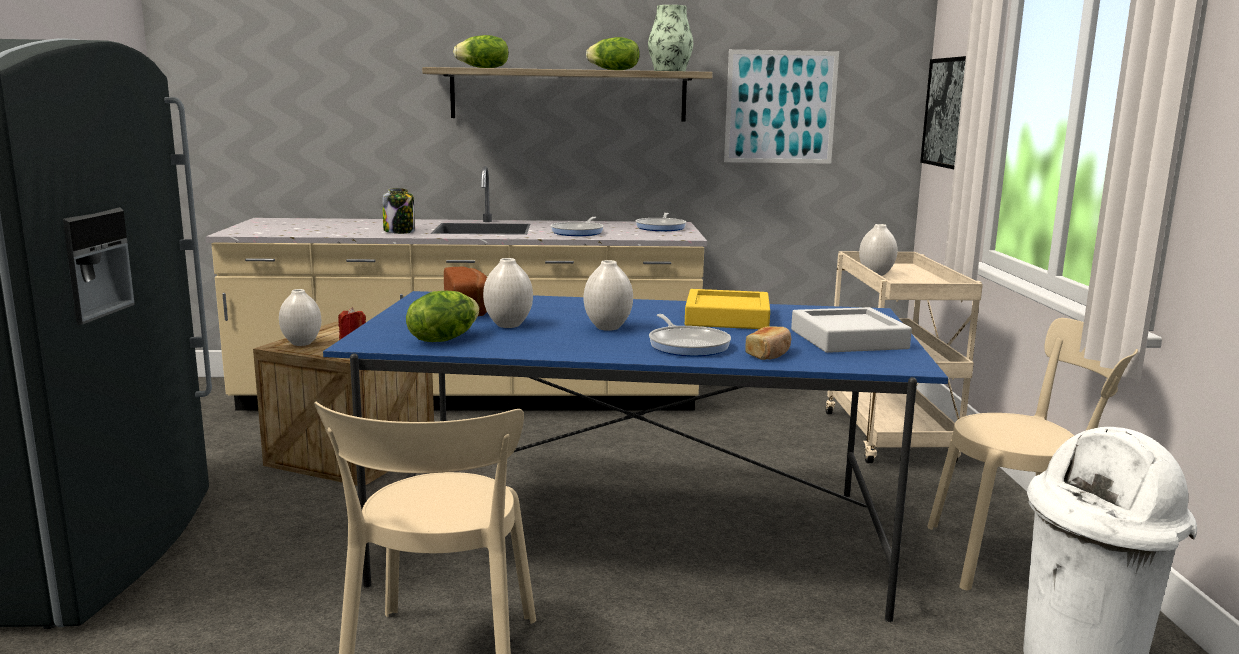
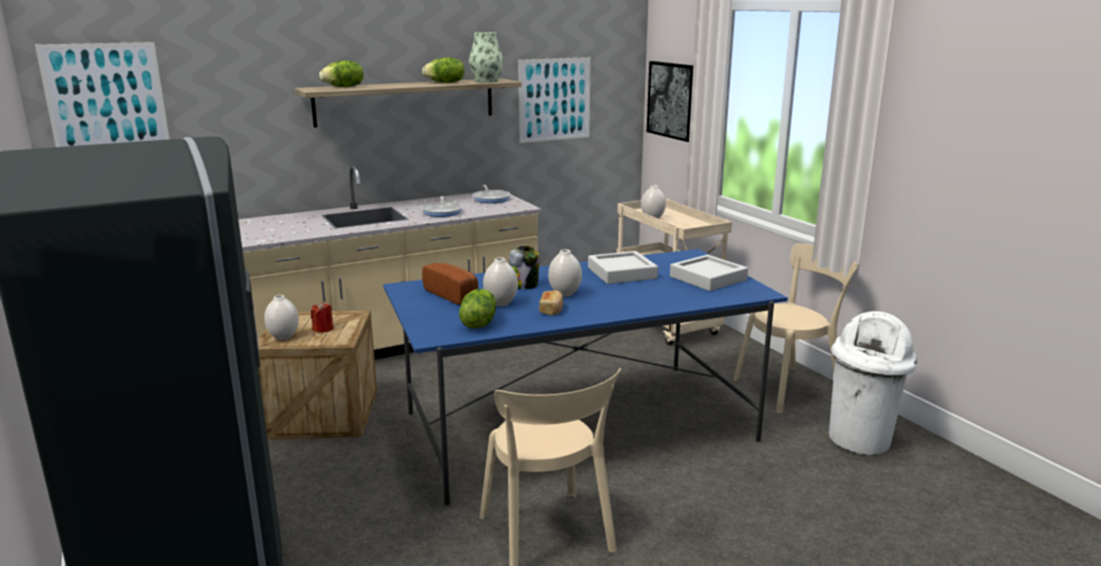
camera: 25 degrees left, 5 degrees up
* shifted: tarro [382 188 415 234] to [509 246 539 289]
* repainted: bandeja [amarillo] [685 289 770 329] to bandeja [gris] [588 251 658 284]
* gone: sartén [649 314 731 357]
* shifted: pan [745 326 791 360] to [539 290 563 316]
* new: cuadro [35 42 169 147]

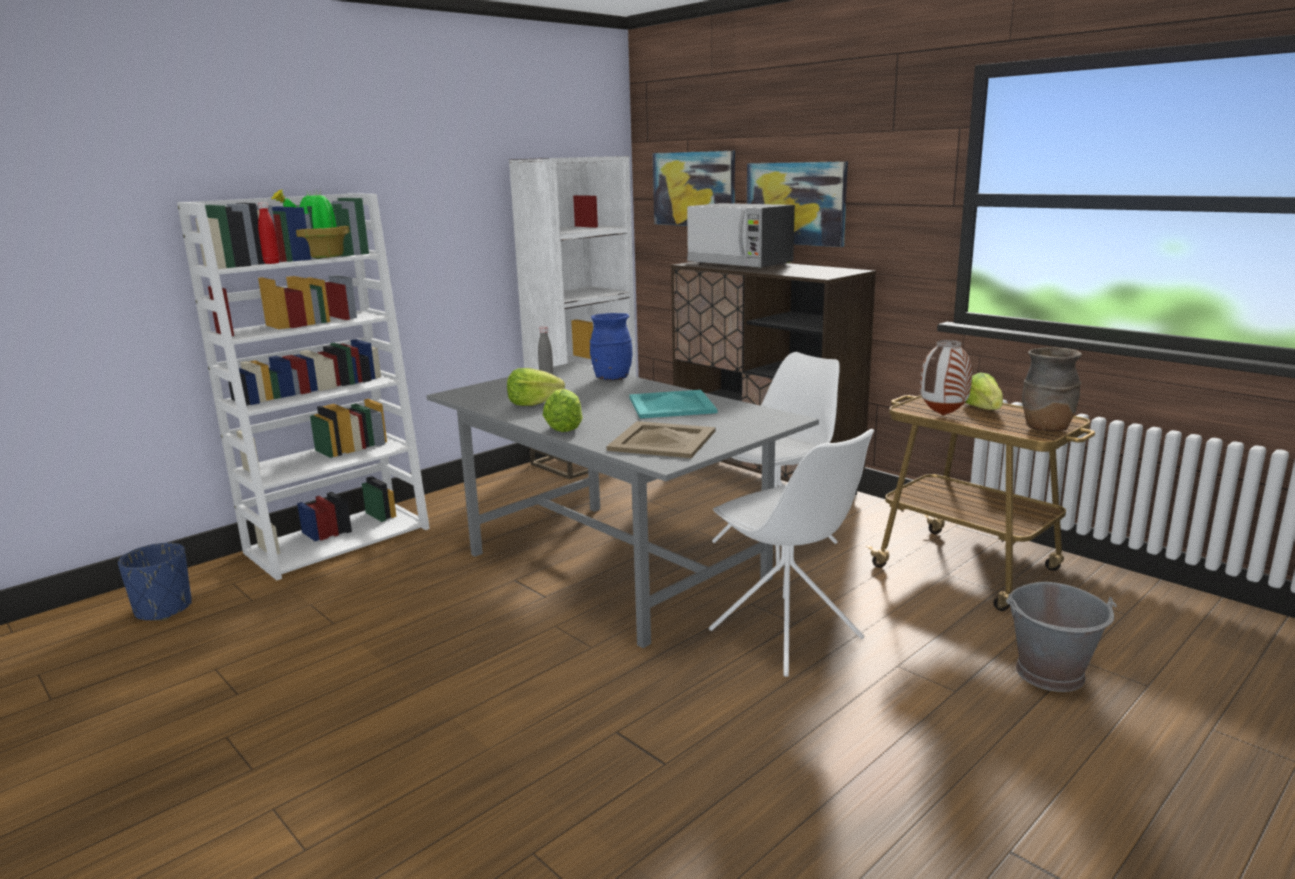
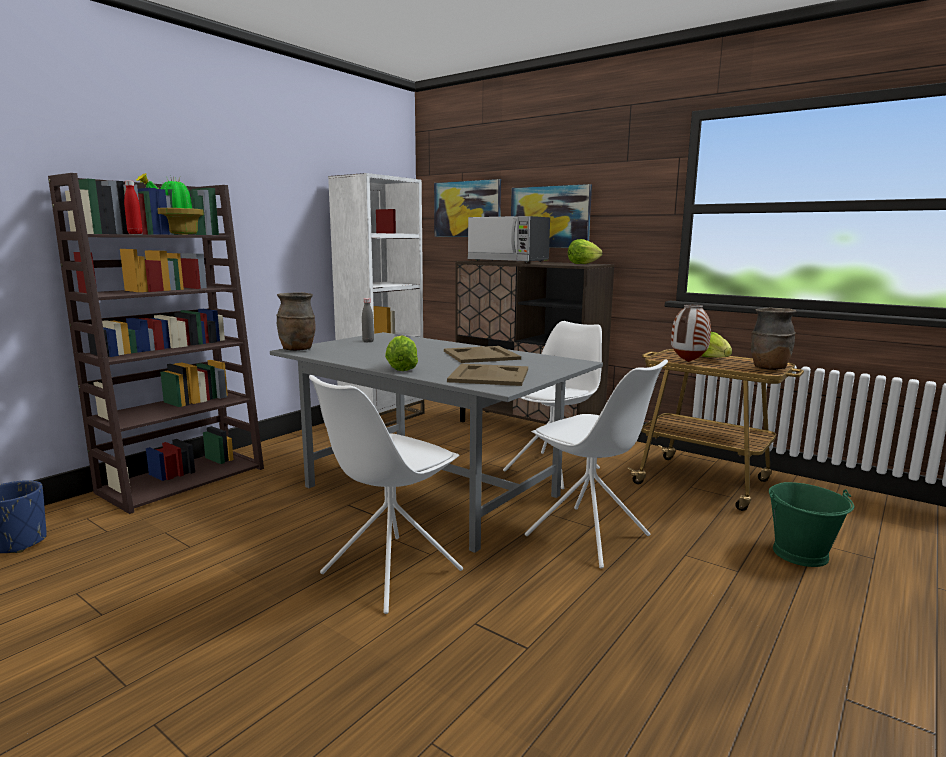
camera: 10 degrees left, 5 degrees down
* repainted: estantería [blanco] [177 193 430 580] to estantería [marrón] [48 173 264 514]
* gone: florero [azul] [590 313 632 380]
* shifted: lechuga [507 368 565 406] to [568 239 603 264]
* repainted: bandeja [turquesa] [629 390 717 419] to bandeja [beis] [444 346 521 363]
* repainted: cubo [gris] [1006 582 1117 692] to cubo [verde] [769 482 854 567]
* new: florero [marrón] [276 292 315 351]
* new: silla [blanco] [309 375 463 614]

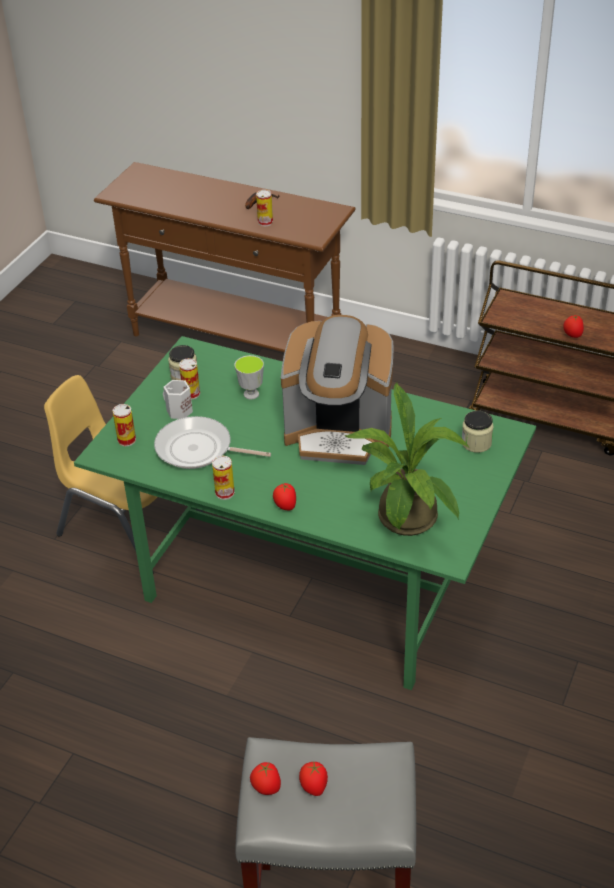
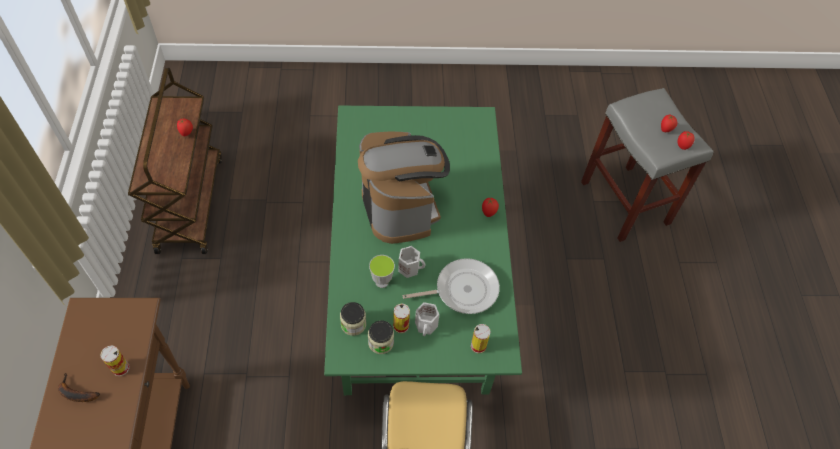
camera: 120 degrees left, 15 degrees up
* gone: planta en maceta [344 382 469 536]
* shifted: tarro [462 411 493 453] to [340 302 366 336]
* rotated: sartén [154 416 271 469] = [402 258 500 314] 90 degrees counterclockwise
* gone: lata [212 456 235 500]
* new: taza grande [blanco] [398 246 426 278]

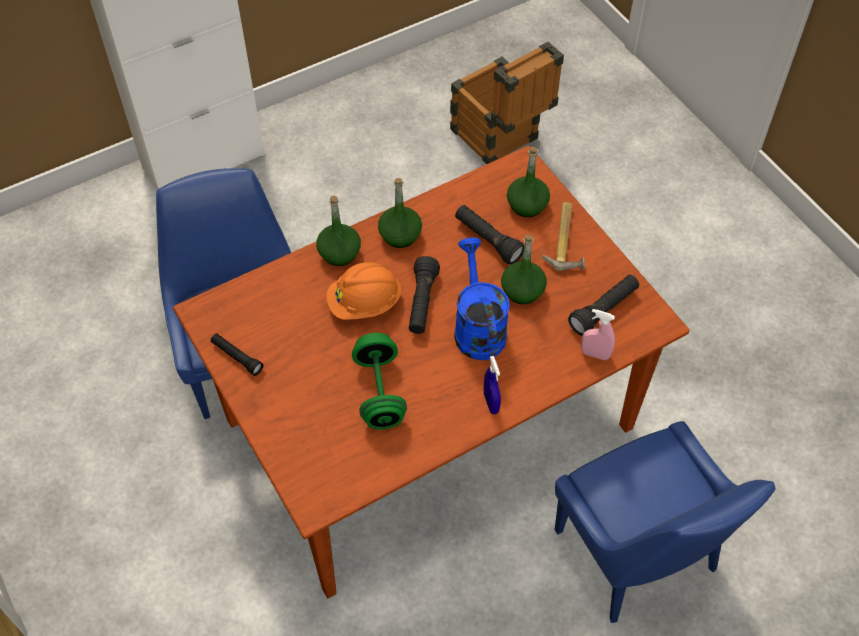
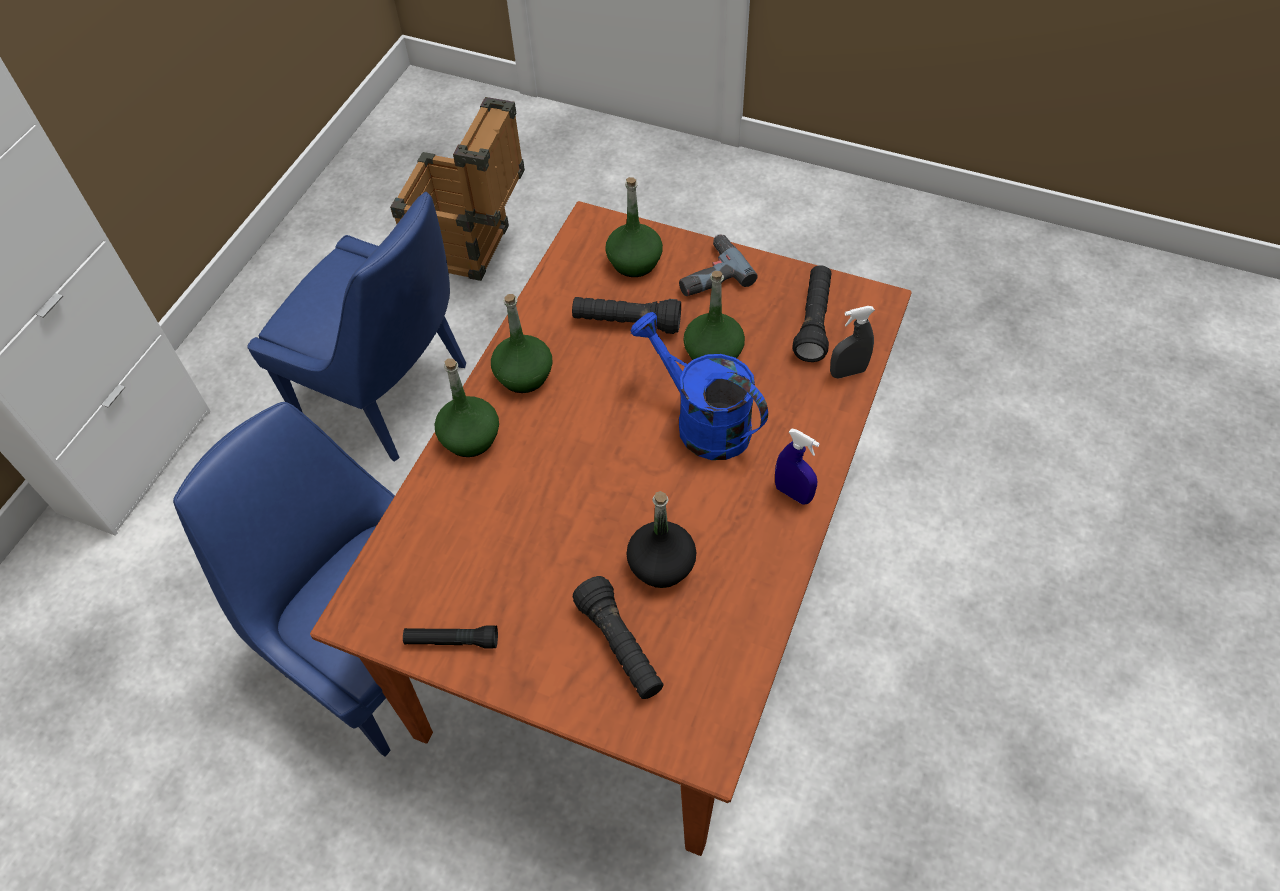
camera: 35 degrees left, 0 degrees up
* swapped: martillo [542 202 585 271] to taladro [679 234 758 296]
* shifted: linterna [negro] [409 256 440 334] to [573 576 664 699]
* gone: casco [naranja] [326 262 402 320]
* repainted: pulverizador [rosa] [581 309 615 360] to pulverizador [gris] [830 306 875 378]
* swapped: mancuerna [verde] [352 333 407 429] to botella [negro] [626 491 697 588]
* shifted: silla [azul] [555 421 775 623] to [247 192 466 462]

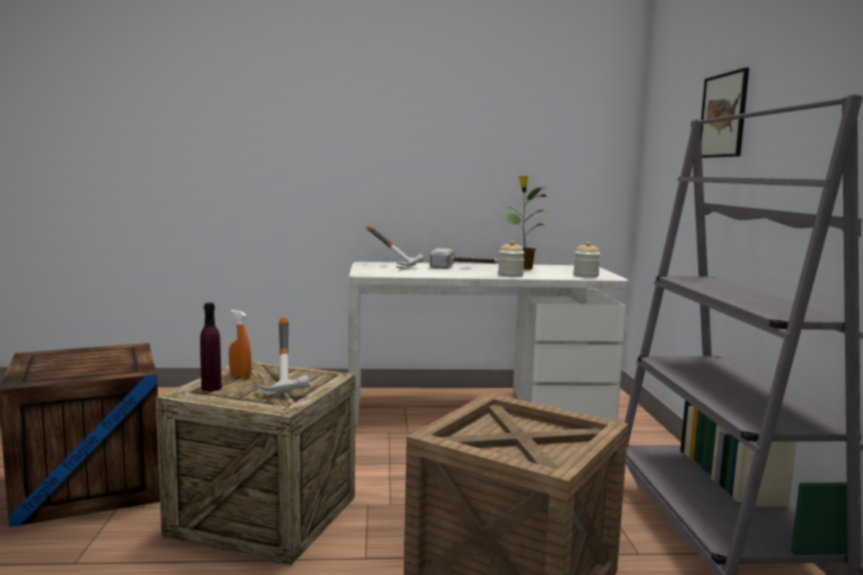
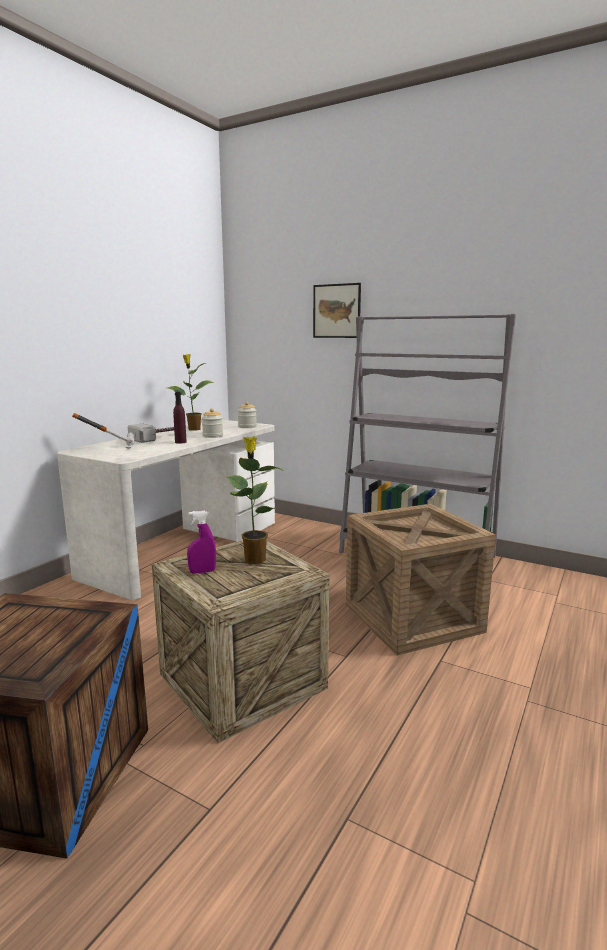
camera: 55 degrees left, 5 degrees up
* shifted: botella [morado] [200 303 222 391] to [173 392 187 444]
* repainted: pulverizador [naranja] [229 310 251 379] to pulverizador [morado] [187 511 216 574]
* swapped: martillo [255 317 310 395] to planta en maceta [227 437 284 564]

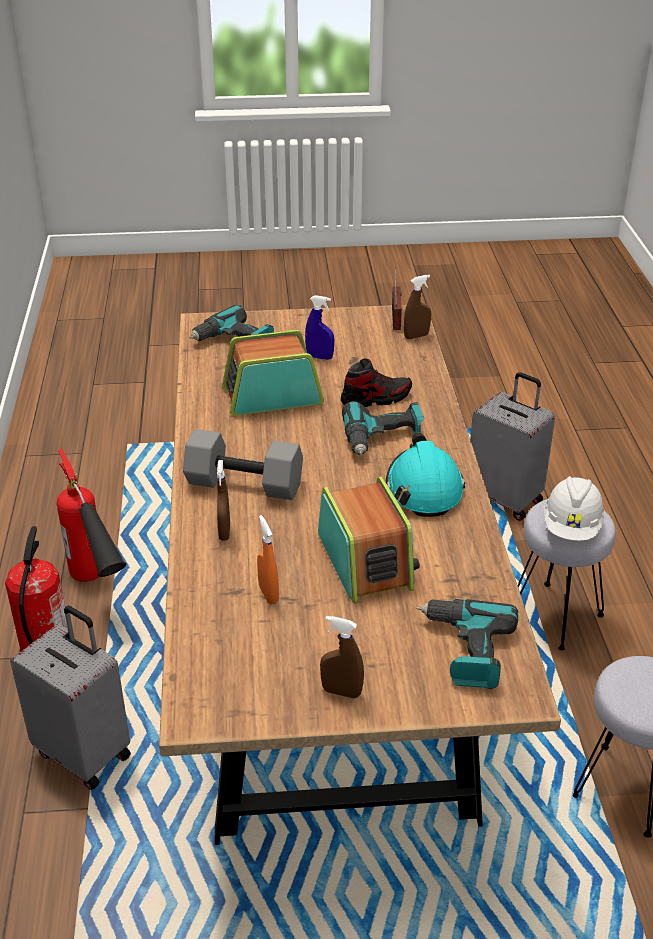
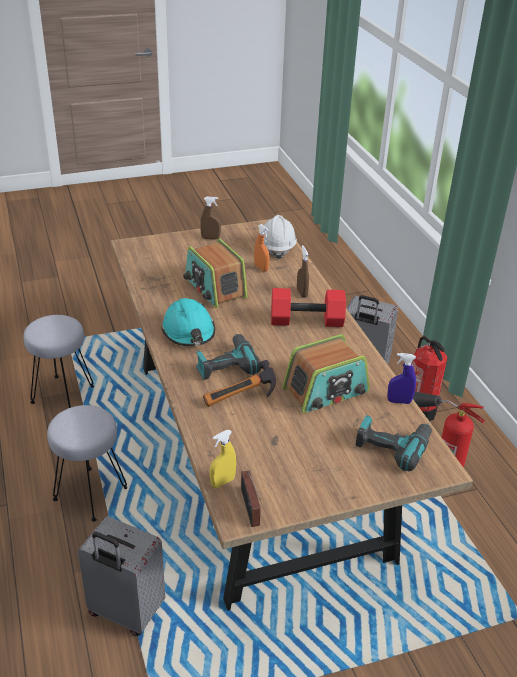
camera: 165 degrees right, 0 degrees up
* repainted: pulverizador [marrón] [404 275 431 339] to pulverizador [amarillo] [210 430 236 488]
* shifted: pulverizador [azul] [305 295 334 360] to [387 353 416 404]
* swapped: zapato [341 358 412 407] to martillo [203 360 276 407]
* repainted: mancuerna [gris] [183 429 303 500] to mancuerna [rojo] [271 288 346 327]
* shifted: casco [blanco] [544 476 605 541] to [264 215 297 259]
* gone: taladro [417 599 518 689]

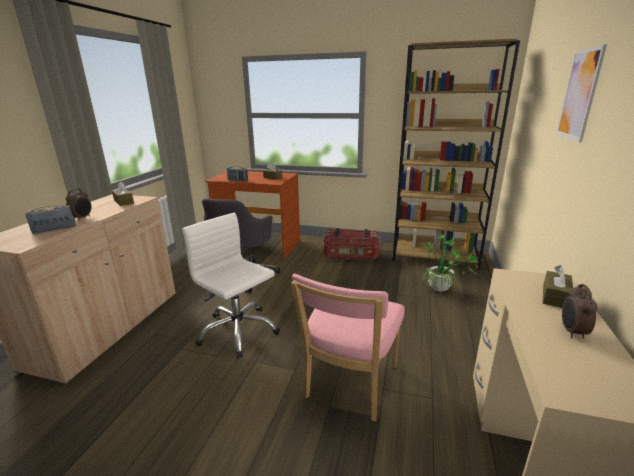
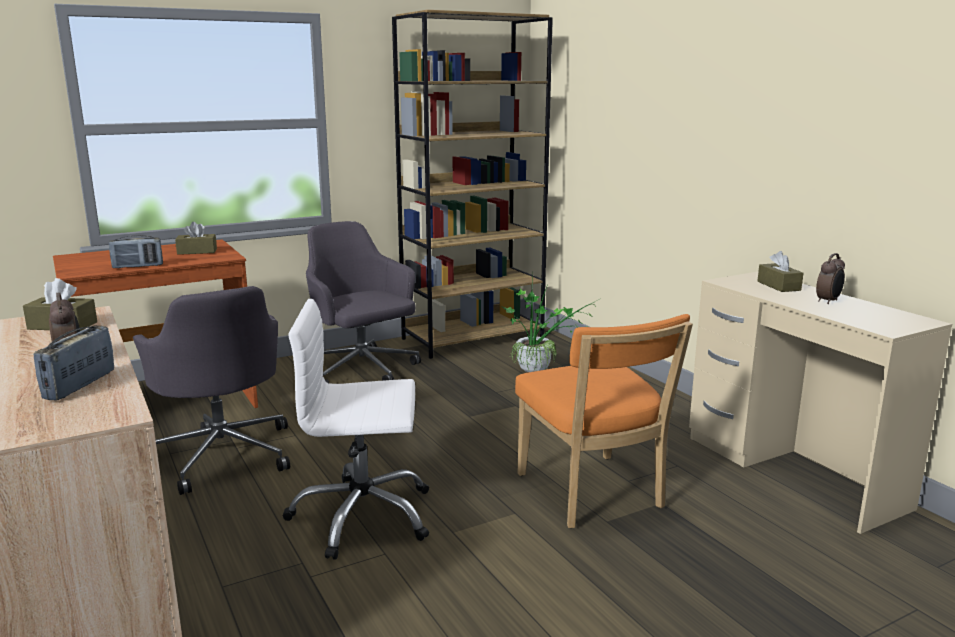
camera: 45 degrees left, 5 degrees down
* gone: cuadro [556 44 607 142]
* swapped: caja de almacenaje [323 228 380 261] to silla de oficina [gris] [306 221 421 383]
* repainted: silla [rosa] [291 274 405 421] to silla [naranja] [515 314 693 528]
* rotated: despertador [562 284 598 339] = [816 253 845 304] 105 degrees counterclockwise

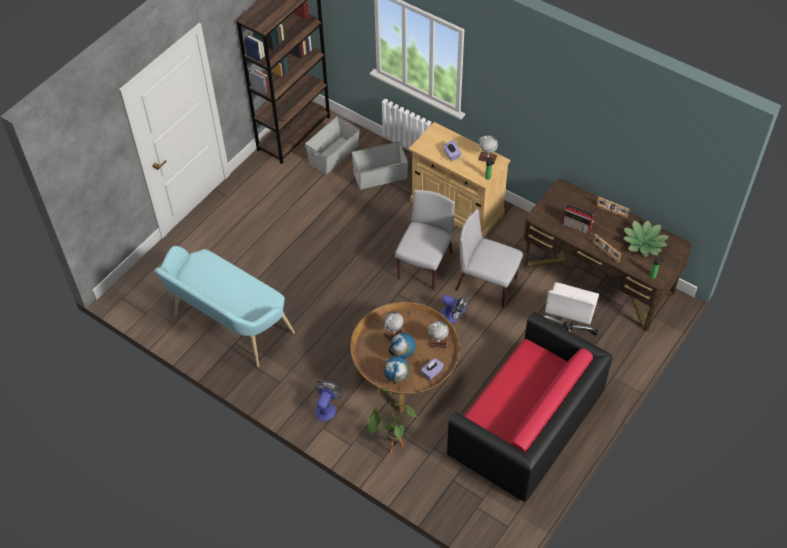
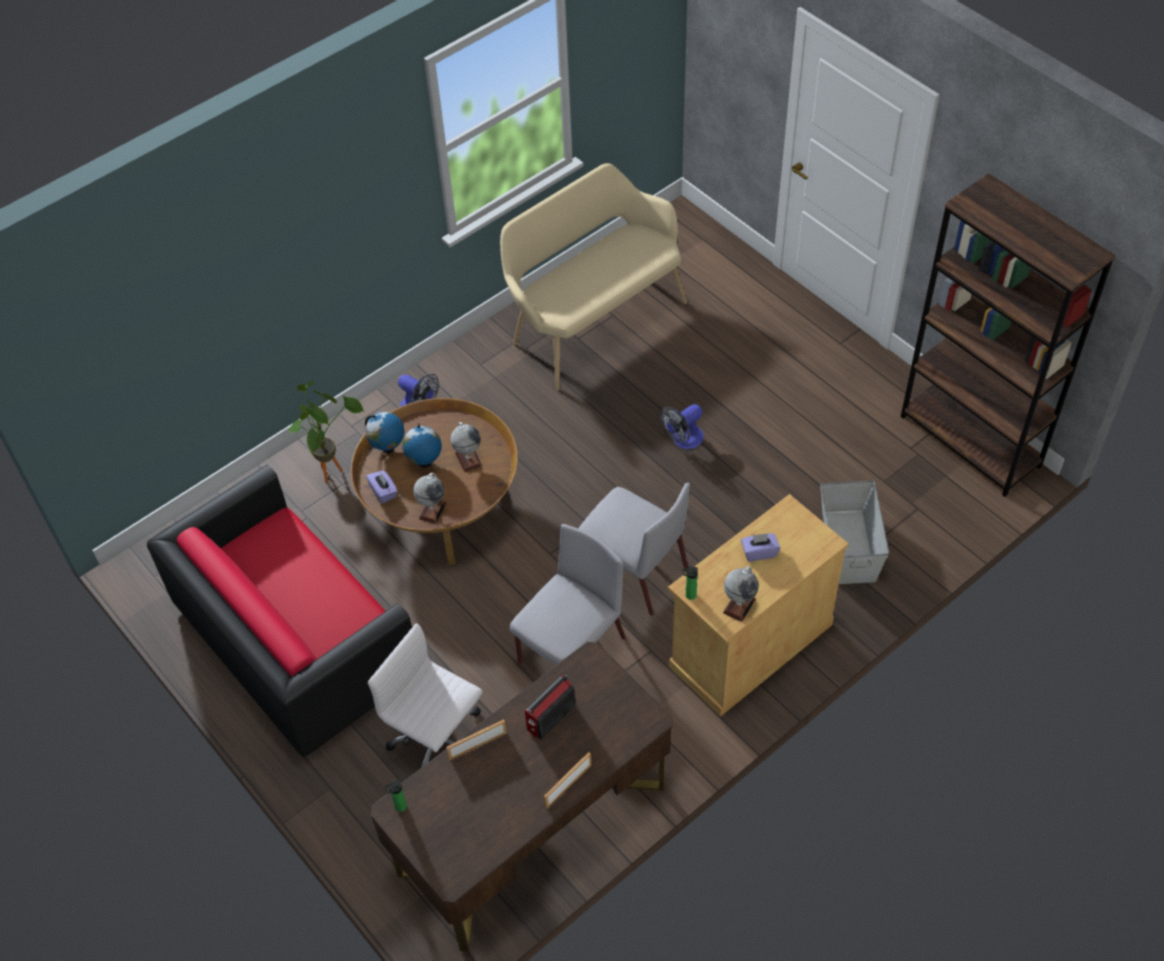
camera: 105 degrees right, 0 degrees up
* gone: caja de almacenaje [gris] [305 116 360 174]
* gone: planta en maceta [622 219 670 258]
* repainted: banco [turquesa] [155 246 295 367] to banco [beis] [500 163 687 390]
* shifted: ventilador [441 295 470 323] to [661 404 704 449]

